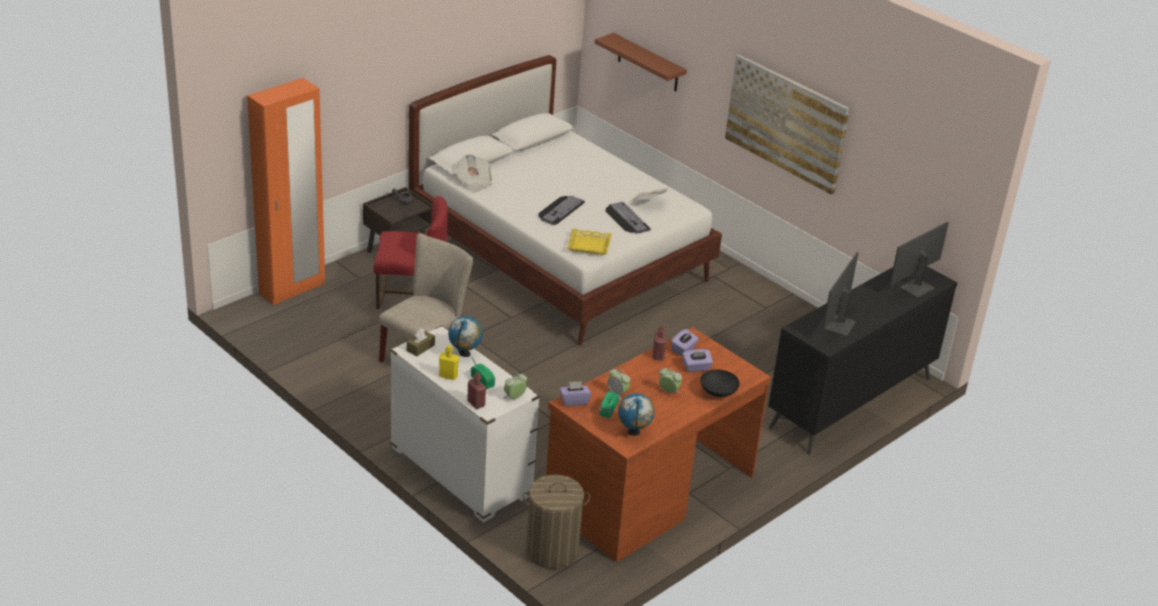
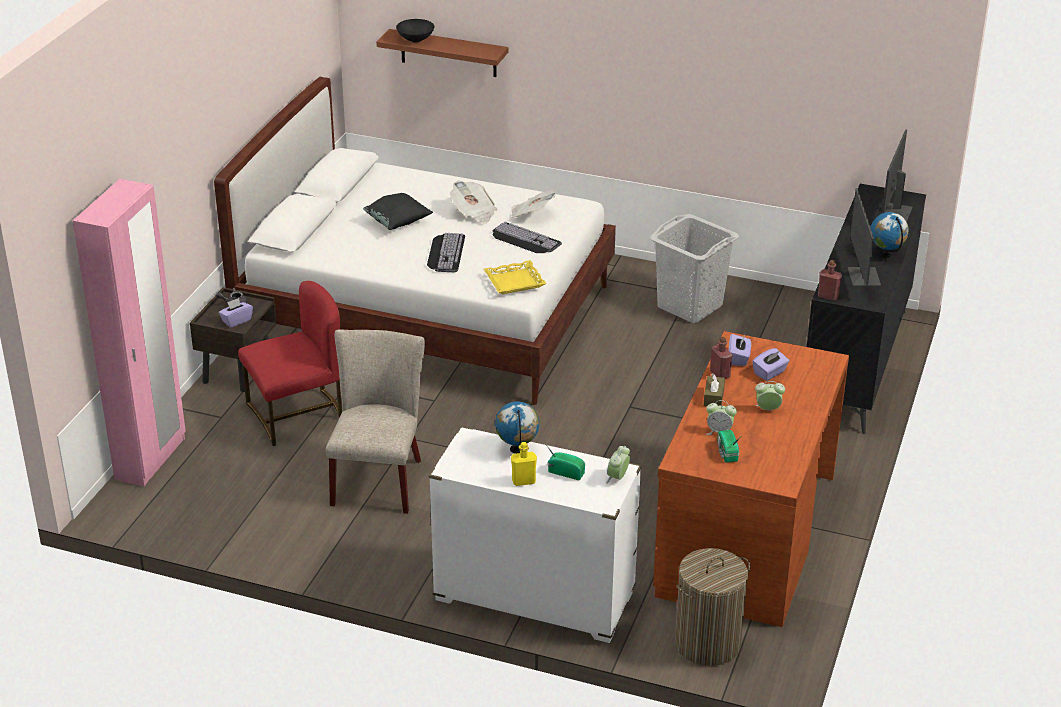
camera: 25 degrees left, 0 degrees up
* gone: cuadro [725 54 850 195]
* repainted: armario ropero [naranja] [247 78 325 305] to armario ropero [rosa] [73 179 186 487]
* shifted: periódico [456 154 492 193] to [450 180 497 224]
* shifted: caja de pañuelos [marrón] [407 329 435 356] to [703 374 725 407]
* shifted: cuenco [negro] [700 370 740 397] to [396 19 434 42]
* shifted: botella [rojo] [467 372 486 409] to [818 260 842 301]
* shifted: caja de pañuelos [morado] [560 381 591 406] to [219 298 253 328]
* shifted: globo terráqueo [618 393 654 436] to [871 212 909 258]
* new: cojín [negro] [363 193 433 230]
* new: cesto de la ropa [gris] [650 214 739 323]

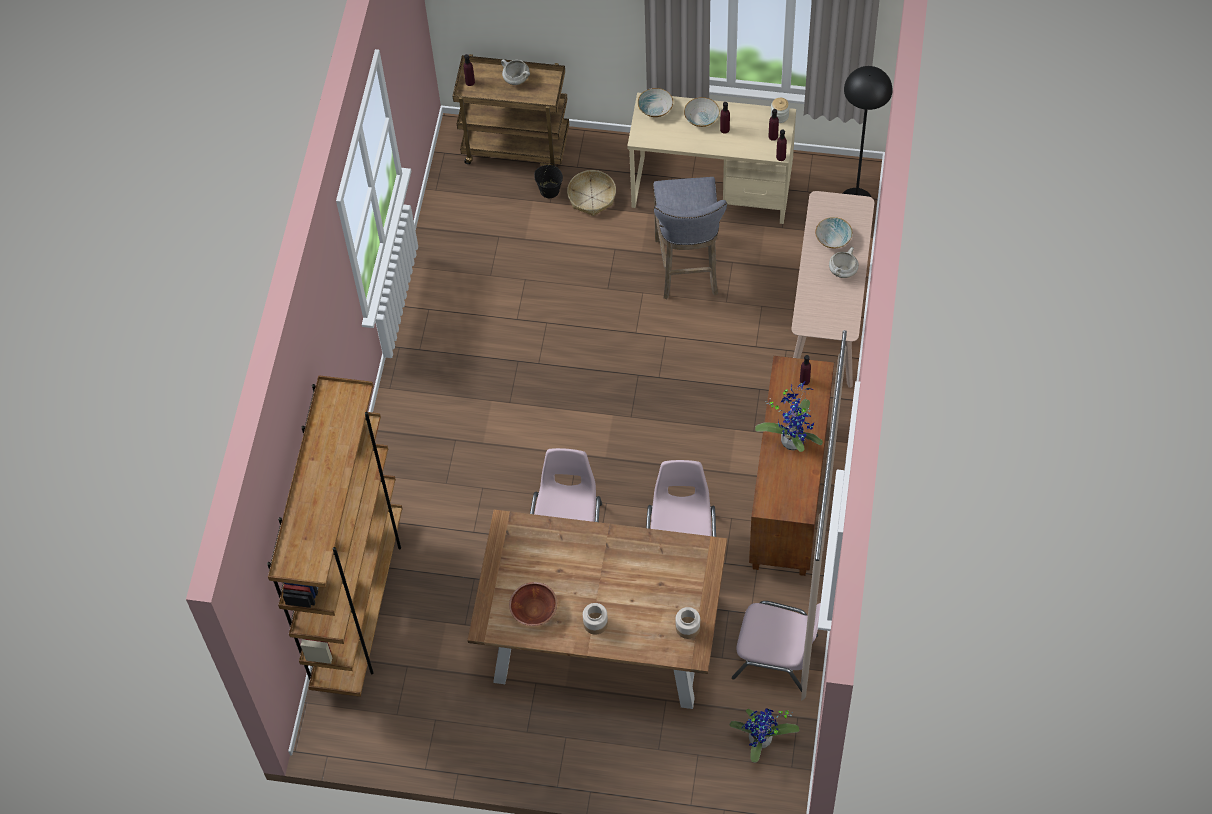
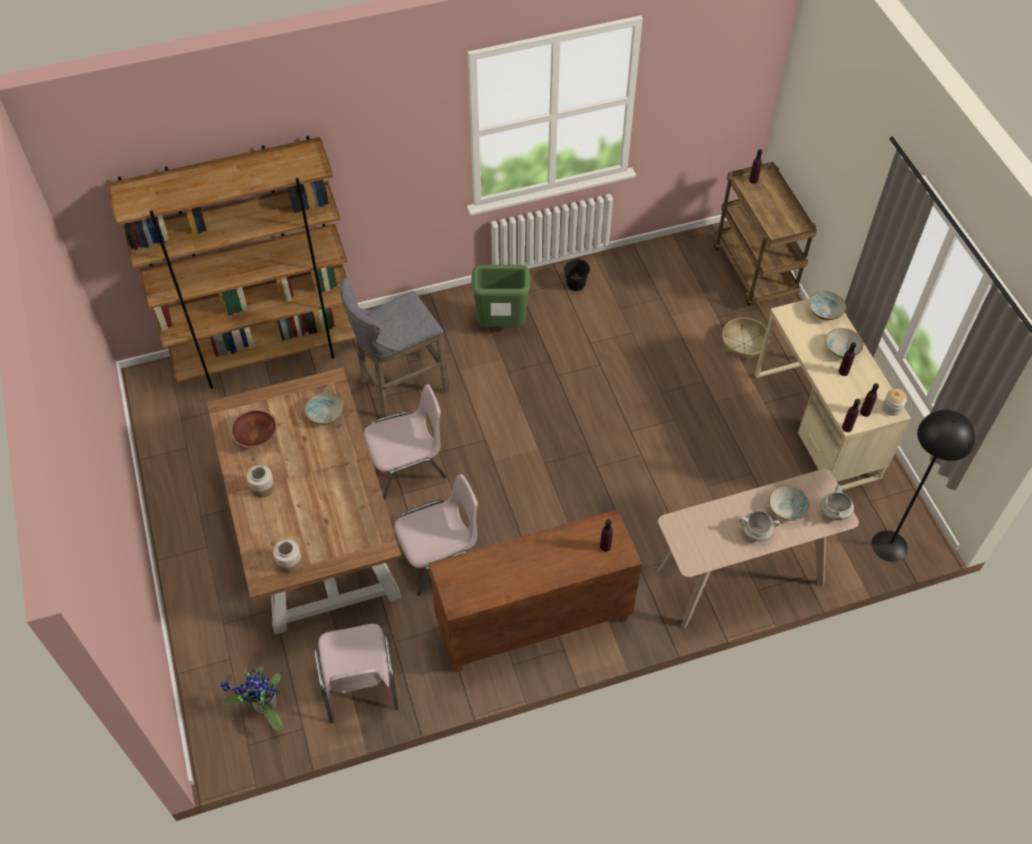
camera: 60 degrees right, 5 degrees down
* shifted: olla [blanco] [501 59 530 85] to [820 485 854 520]
* shifted: cubo [negro] [534 163 563 198] to [564 258 590 291]
* shifted: taburete [gris] [653 177 727 299] to [340 278 450 417]
* gone: planta en maceta [755 381 823 452]
* new: papelera [verde] [471 265 530 327]
* new: cuenco [305 392 344 425]

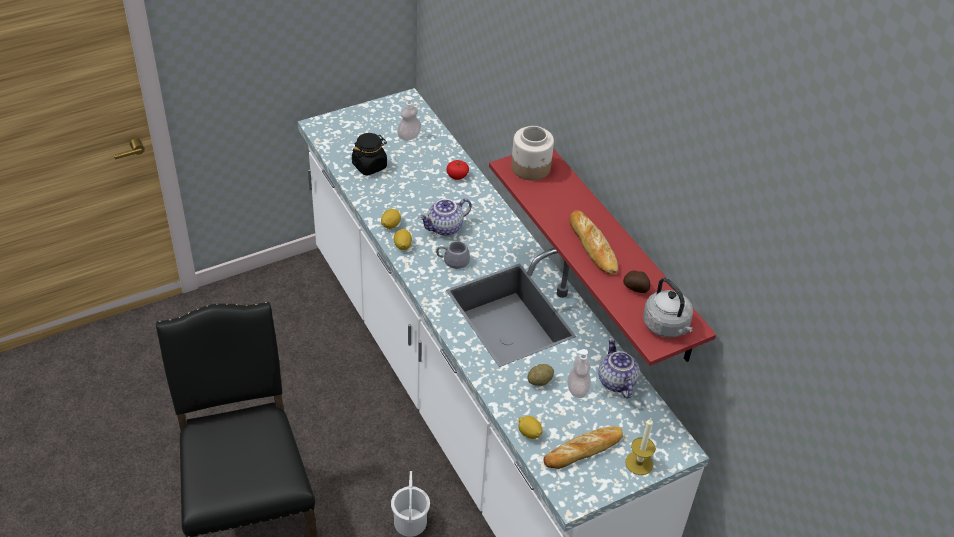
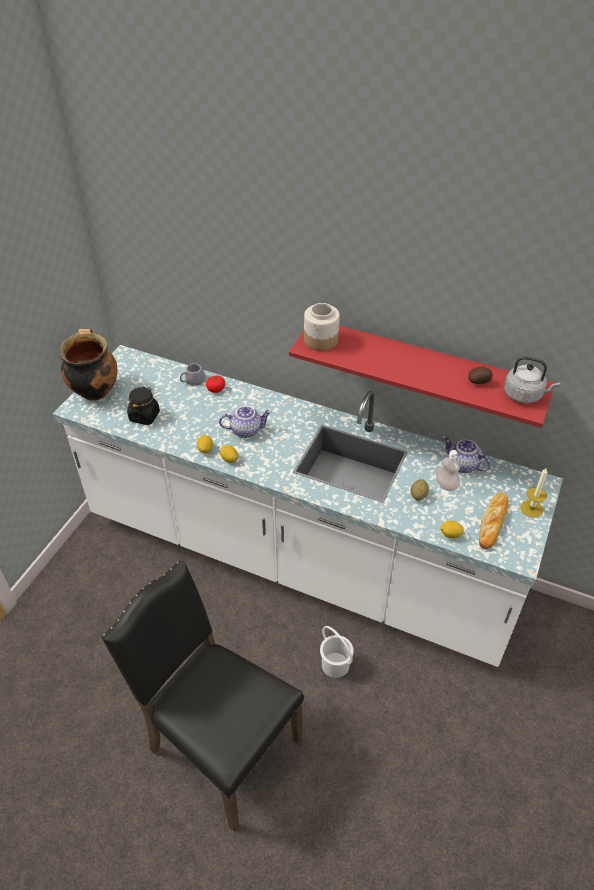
camera: 35 degrees left, 0 degrees up
* gone: dispensador de jabón [397 96 421 141]
* rotated: tetera [419 199 472 236] = [219 406 272 438] 120 degrees counterclockwise
* gone: pan [570 210 618 275]
* shifted: taza grande [gris] [436 241 470 269] to [180 363 205 385]
* new: olla [59 329 117 401]

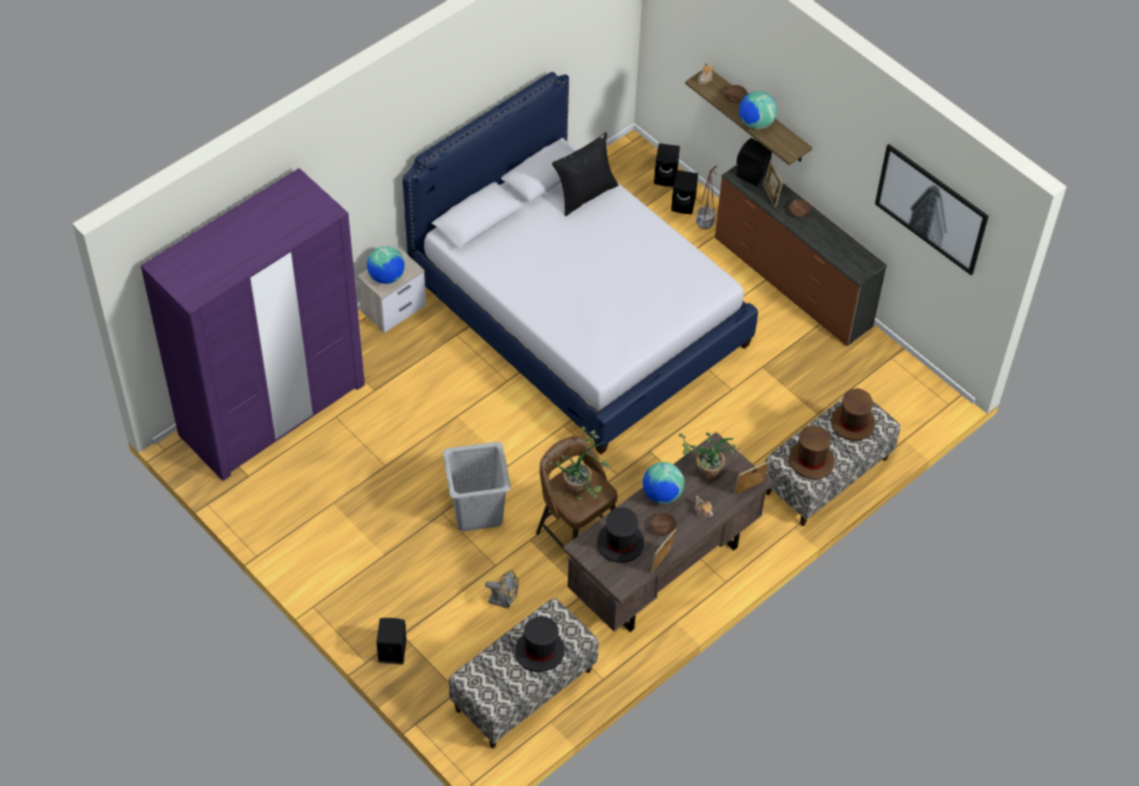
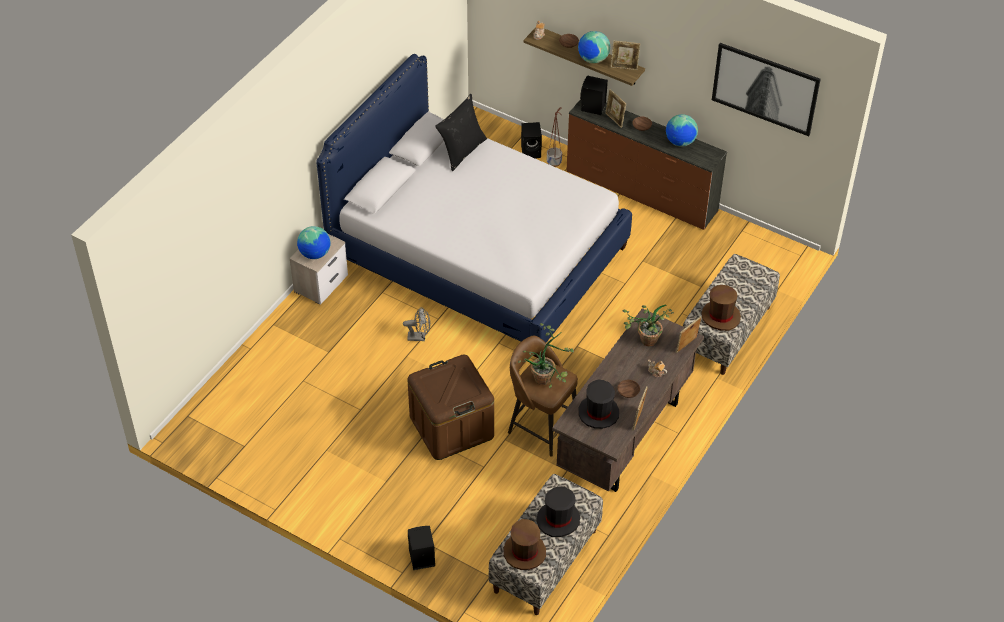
camera: 15 degrees left, 5 degrees down
* gone: altavoz [negro] [654 143 680 187]
* gone: armario ropero [morado] [141 168 365 481]
* shifted: sombrero [marrón] [831 388 875 441] to [503 519 546 570]
* swapped: cesto de la ropa [gris] [443 442 511 531] to caja de almacenaje [marrón] [407 354 494 460]
* shifted: globo terráqueo [643 462 684 504] to [666 114 698 147]
* shifted: ventilador [gris] [485 570 519 609] to [403 307 430 341]
* new: portarretratos [611 41 640 70]

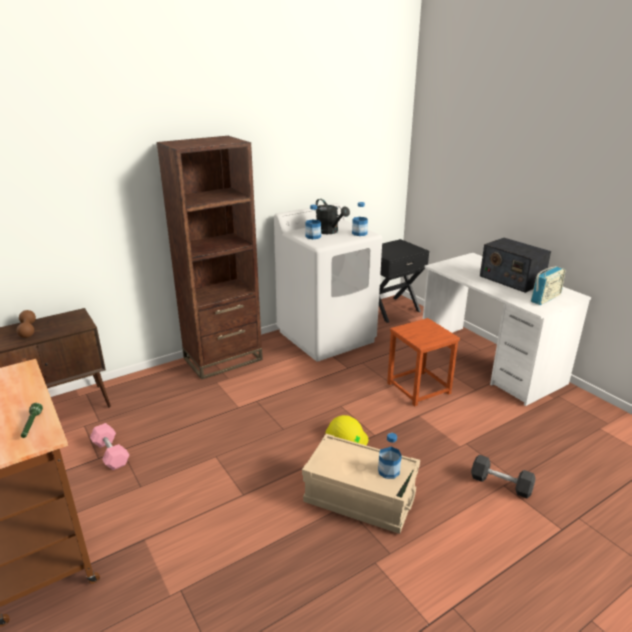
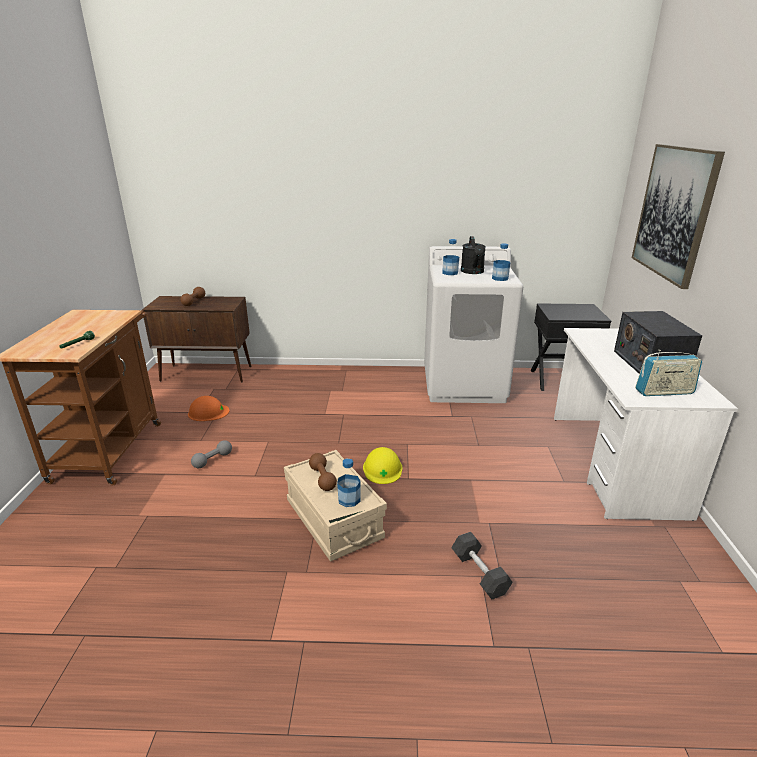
camera: 35 degrees right, 0 degrees up
* gone: estantería [marrón] [157 136 263 380]
* gone: taburete [marrón] [387 318 460 406]
* swapped: mancuerna [rosa] [90 423 129 470] to casco [naranja] [188 396 229 421]
* new: cuadro [632 144 725 289]
* new: mancuerna [gris] [191 440 232 468]
* new: mancuerna [marrón] [309 453 337 491]

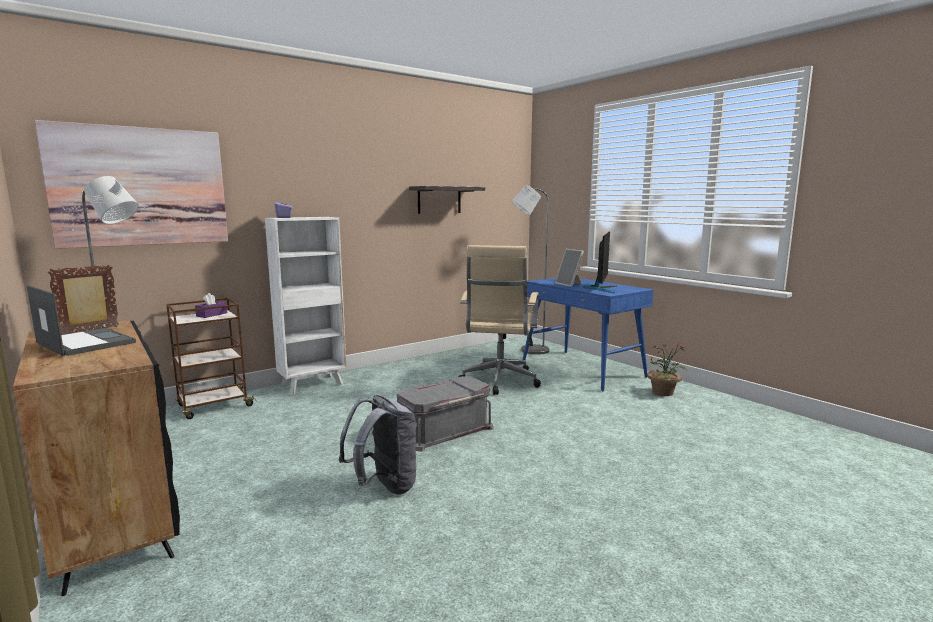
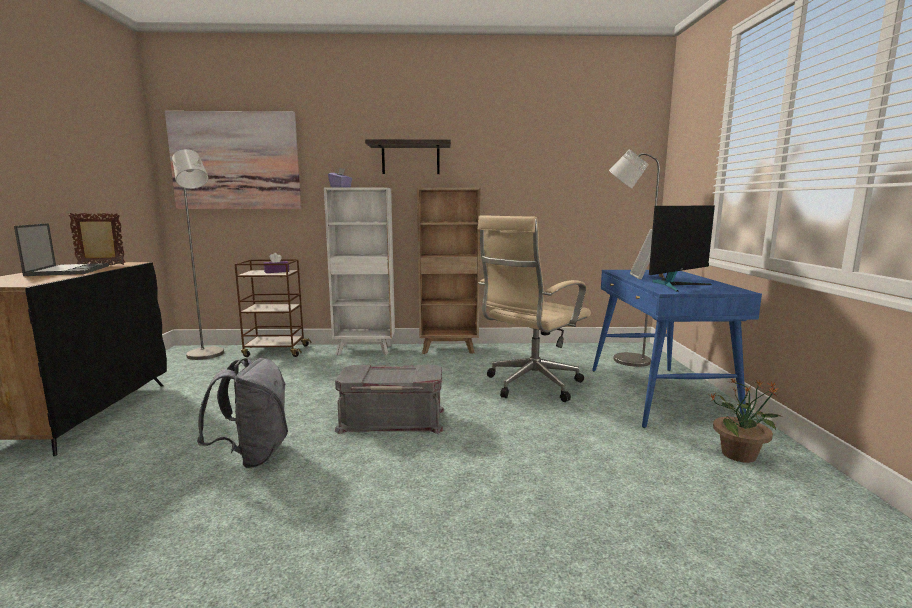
camera: 35 degrees right, 0 degrees up
* shifted: estante [409 186 485 214] to [365 139 451 174]
* new: estantería [marrón] [417 188 480 354]

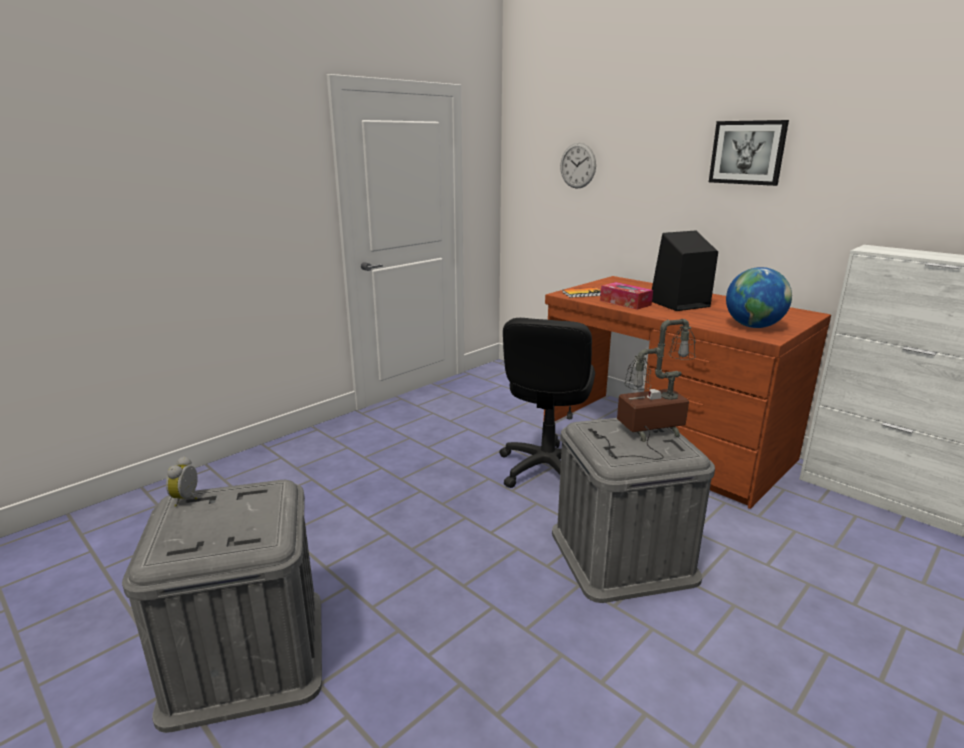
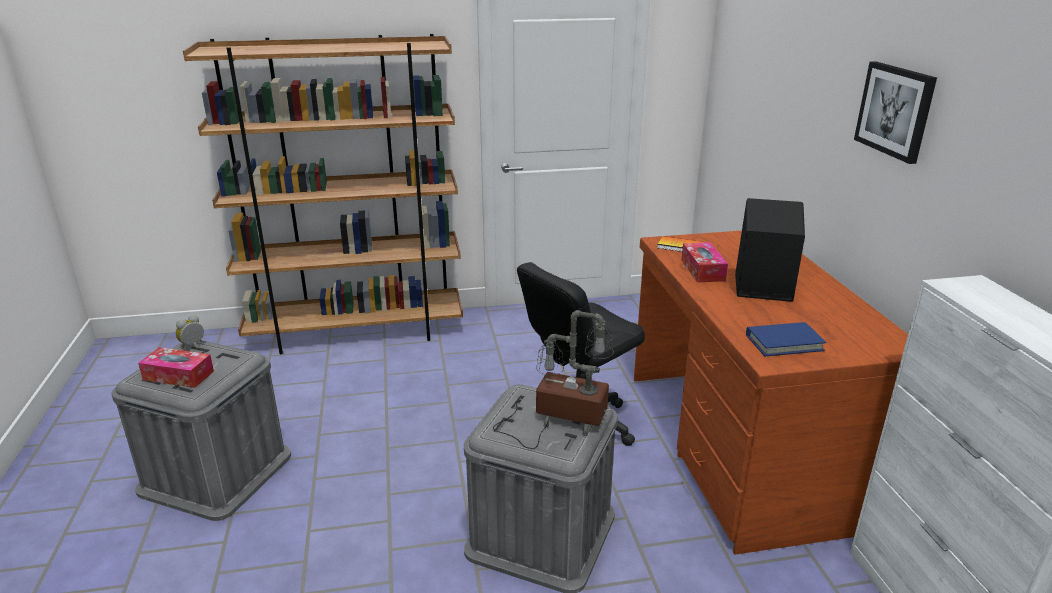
camera: 35 degrees right, 5 degrees up
* gone: reloj de pared [560 143 596 189]
* swapped: globo terráqueo [726 267 792 328] to libro [azul] [746 322 826 356]
* new: estantería [marrón] [183 34 463 354]
* new: caja de pañuelos [138 347 214 388]

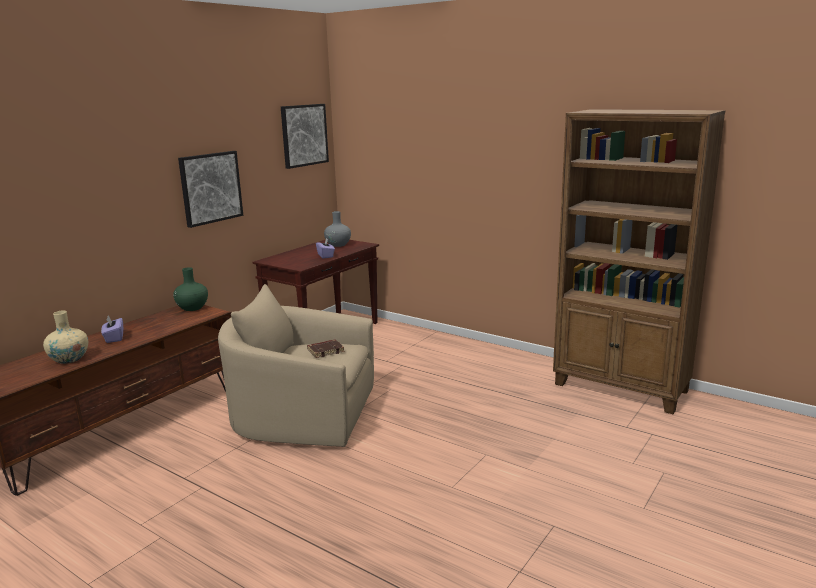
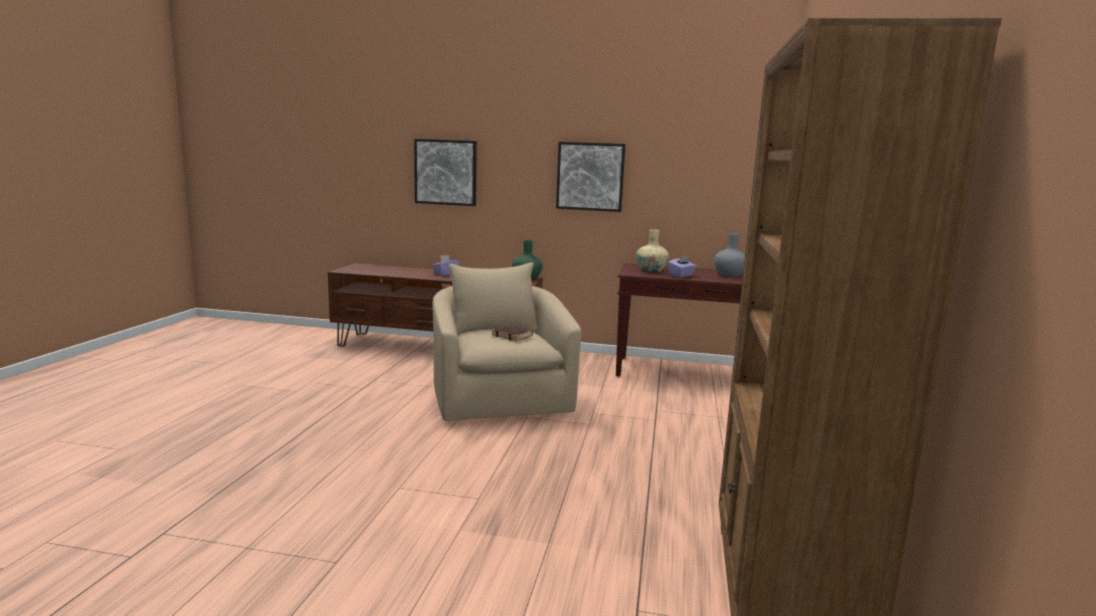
camera: 65 degrees right, 5 degrees down
* shifted: cuadro [281 104 329 169] to [414 139 477 206]
* shifted: florero [beis] [43 310 88 364] to [636 229 669 272]

